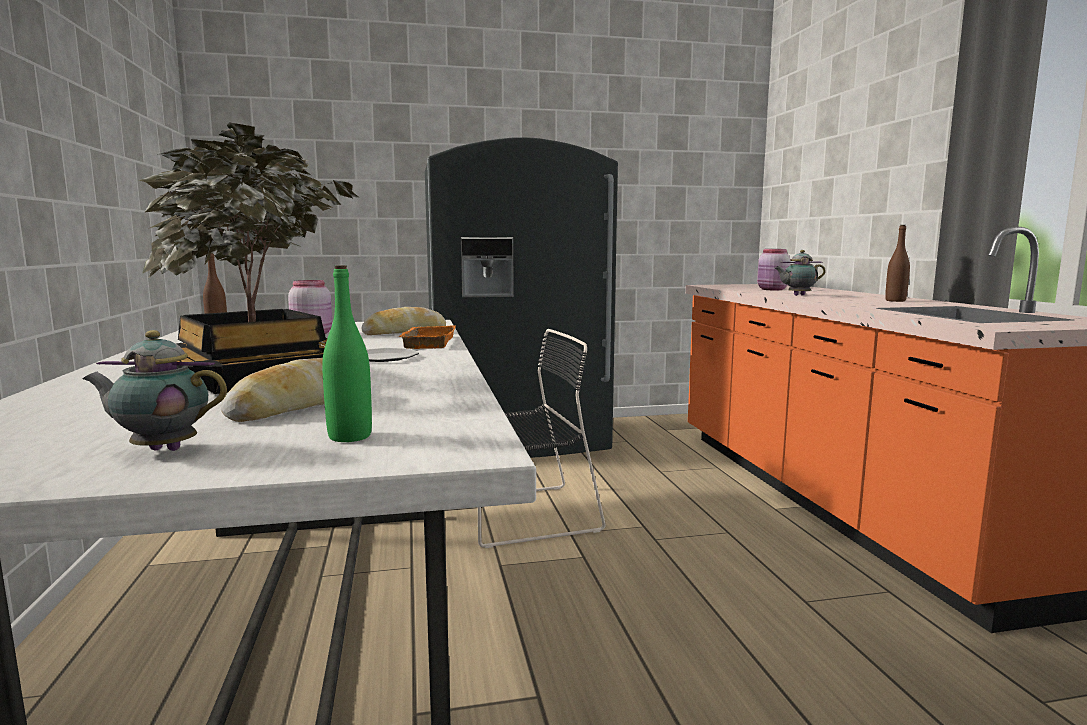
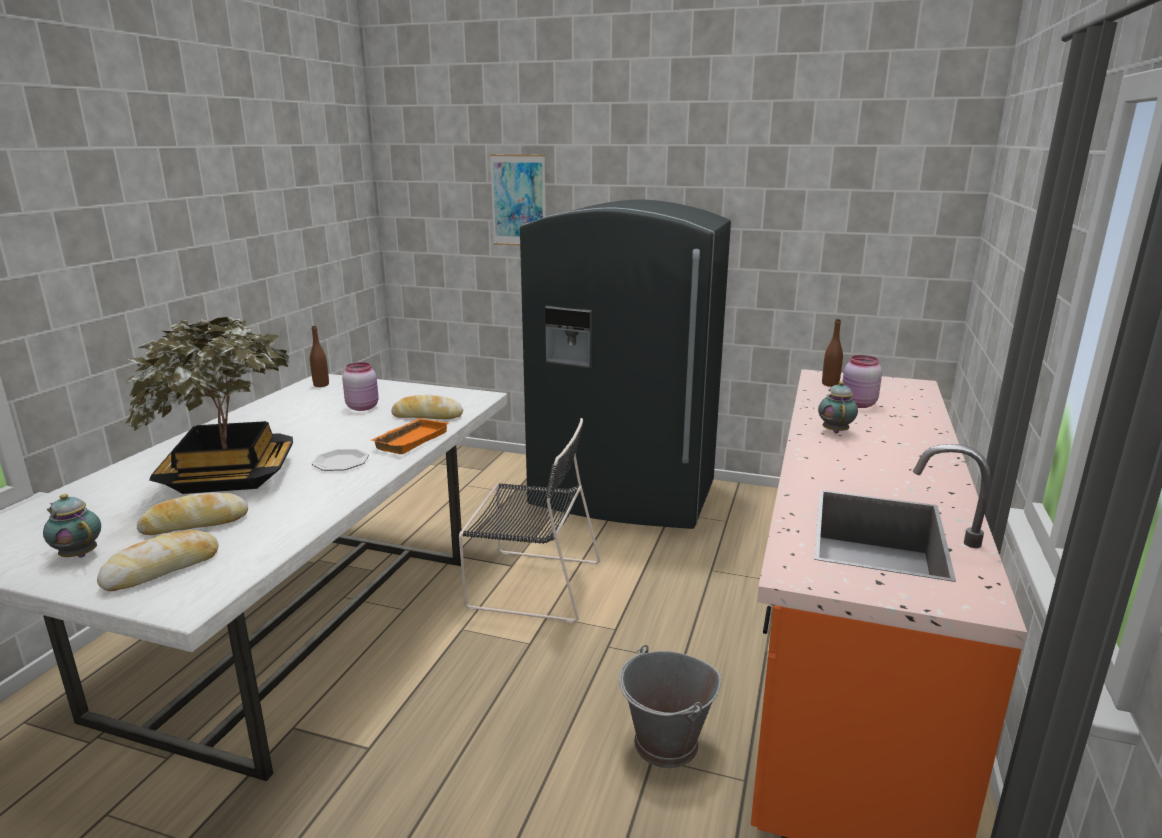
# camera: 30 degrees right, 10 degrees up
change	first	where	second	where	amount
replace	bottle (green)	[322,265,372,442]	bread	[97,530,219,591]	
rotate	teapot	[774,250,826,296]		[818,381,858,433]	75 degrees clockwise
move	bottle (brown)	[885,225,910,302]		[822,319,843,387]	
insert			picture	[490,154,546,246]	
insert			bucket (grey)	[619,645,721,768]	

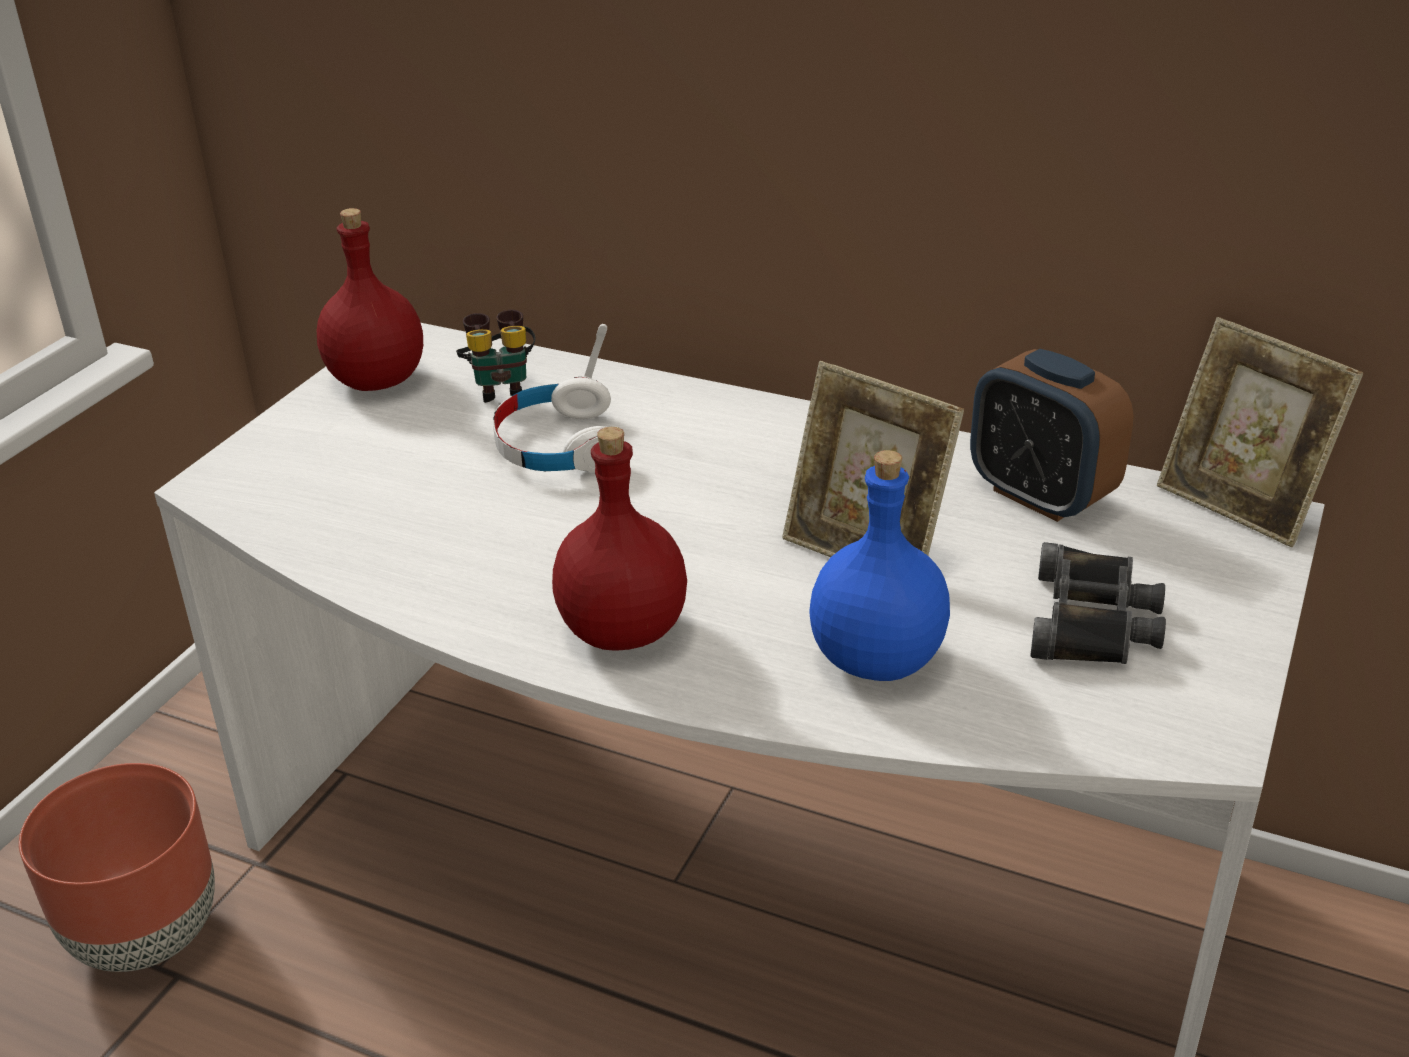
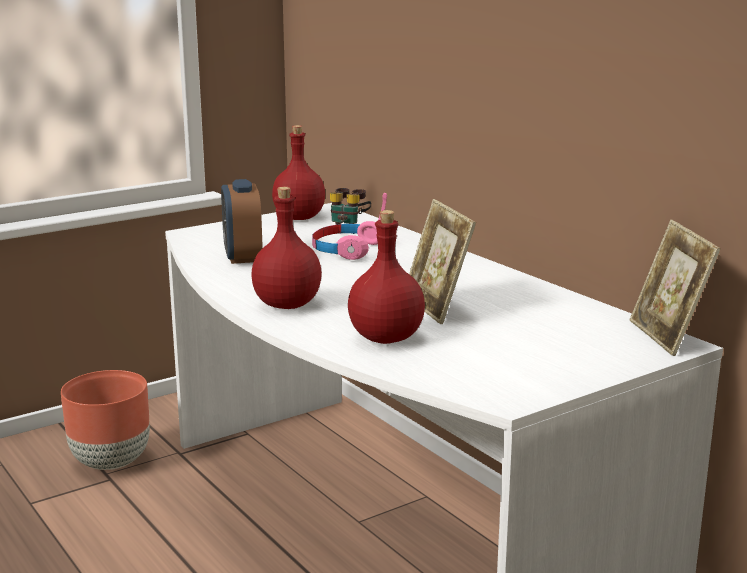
# camera: 30 degrees right, 15 degrees down
change	first	where	second	where	amount
recolor	headphones (white)	[493,324,611,472]	headphones (pink)	[312,193,387,260]	
recolor	bottle (blue)	[809,450,950,681]	bottle (red)	[348,210,425,344]	
move	alarm clock	[970,349,1133,522]		[221,179,263,264]	
delete	binoculars (black)	[1030,542,1166,664]			

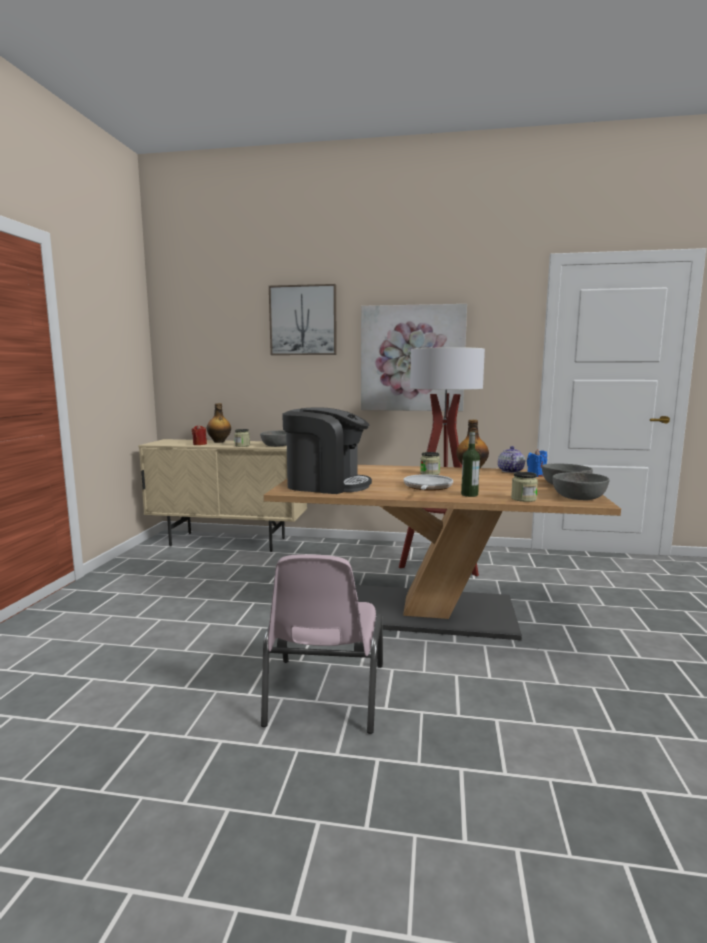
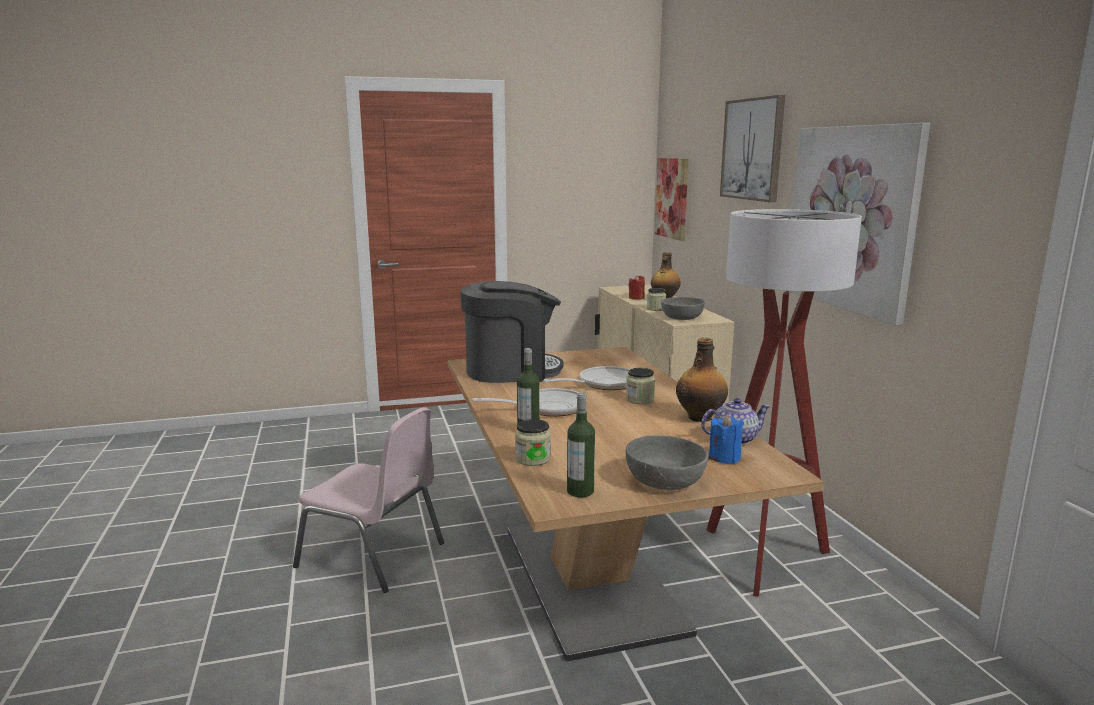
# camera: 65 degrees right, 5 degrees up
change	first	where	second	where	amount
rotate	chair (pink)	[261,554,383,734]		[293,407,444,593]	135 degrees counterclockwise
rotate	coffee machine	[282,407,372,494]		[461,281,564,383]	90 degrees counterclockwise
replace	bowl (grey)	[552,472,610,500]	bottle	[567,392,595,497]	
insert			frying pan	[543,366,630,390]	
insert			picture	[655,158,689,241]	

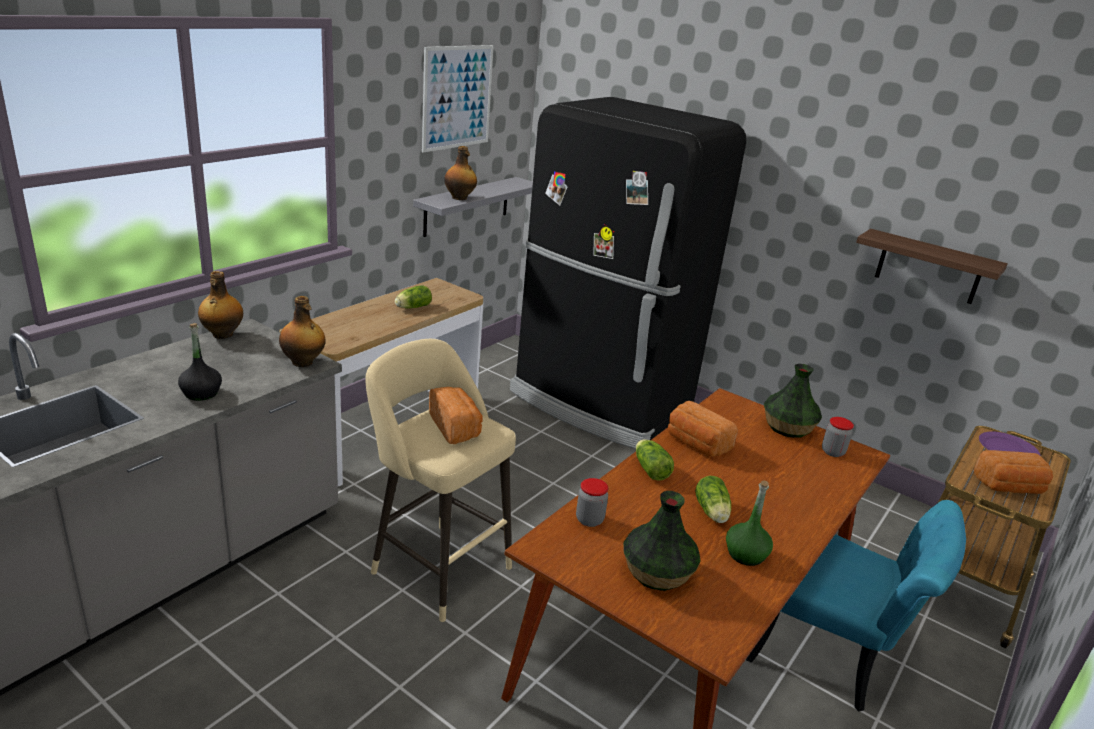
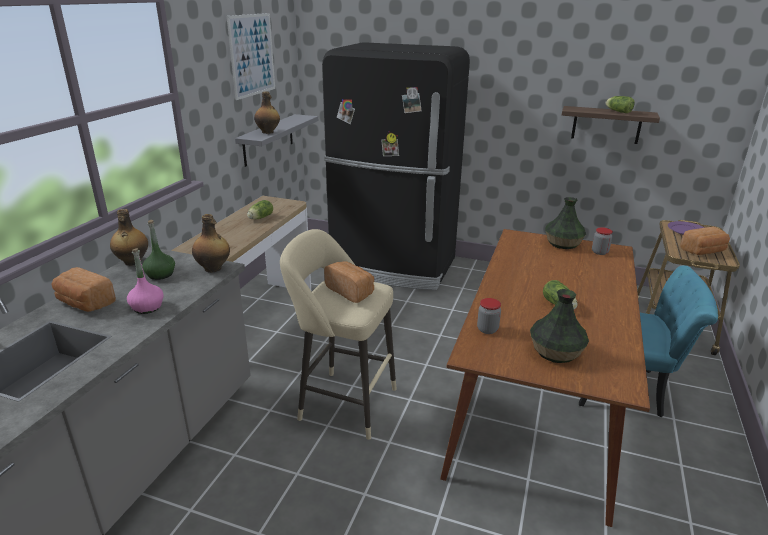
# camera: 15 degrees left, 0 degrees up
change	first	where	second	where	amount
recolor	bottle (black)	[178,323,222,401]	bottle (pink)	[127,248,164,314]	
move	lettuce	[636,439,674,481]		[605,96,635,113]	
move	bread	[667,401,738,456]		[52,267,116,312]	
move	bottle (green)	[726,480,773,566]		[142,220,175,280]	

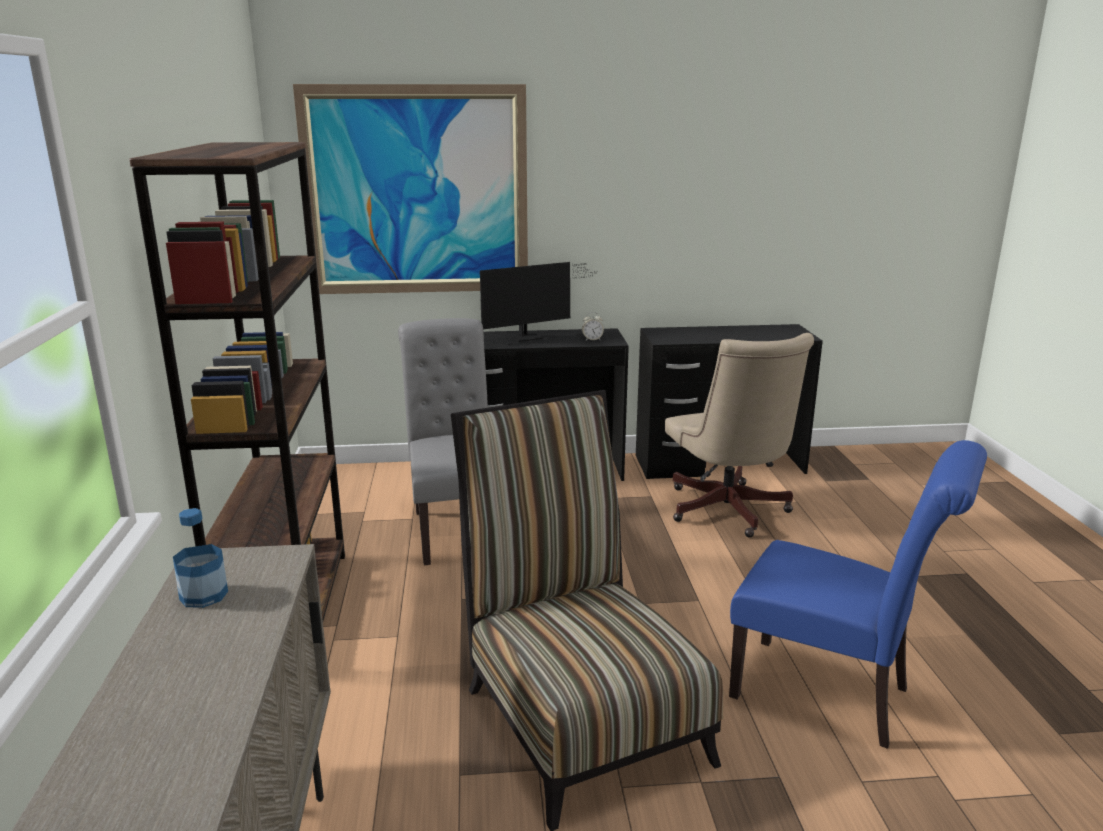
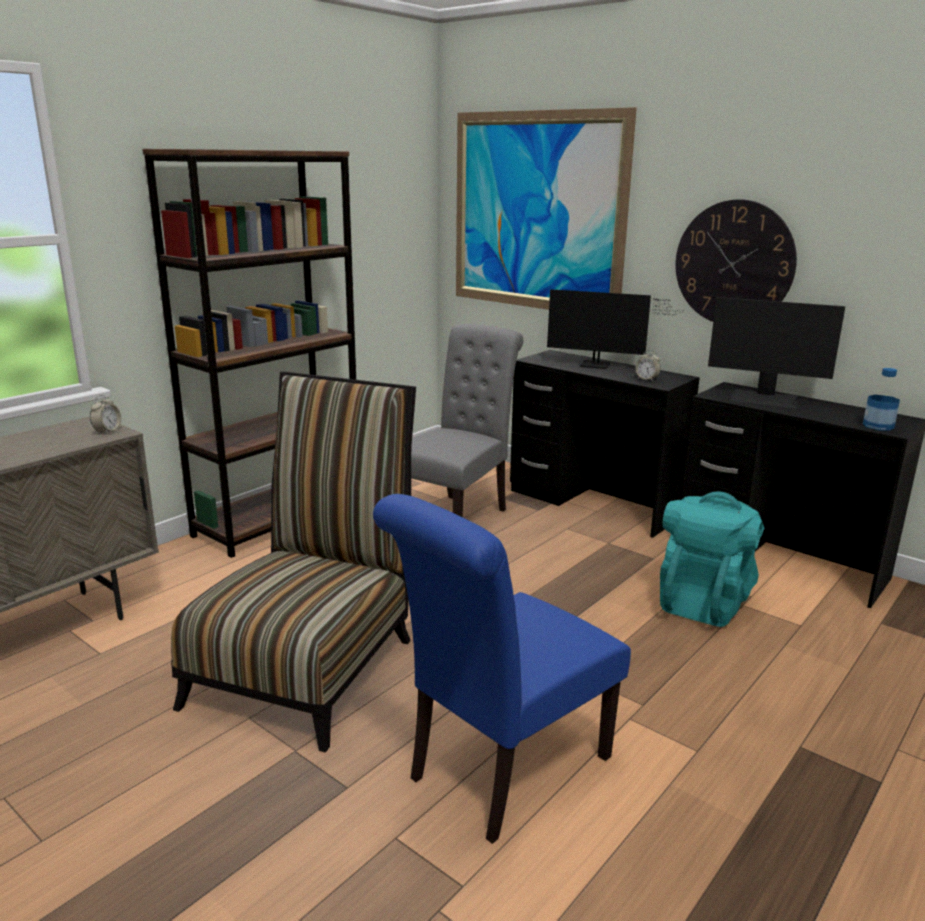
# camera: 45 degrees right, 0 degrees up
change	first	where	second	where	amount
move	bottle	[173,508,228,608]		[863,368,900,431]	
replace	office chair (beige)	[665,333,814,538]	backpack (turquoise)	[660,491,764,627]	
rotate	chair (blue)	[729,440,987,749]		[373,494,631,844]	60 degrees clockwise
insert			alarm clock	[90,395,121,435]	
insert			wall clock	[676,199,797,322]	
insert			monitor	[708,297,845,408]	

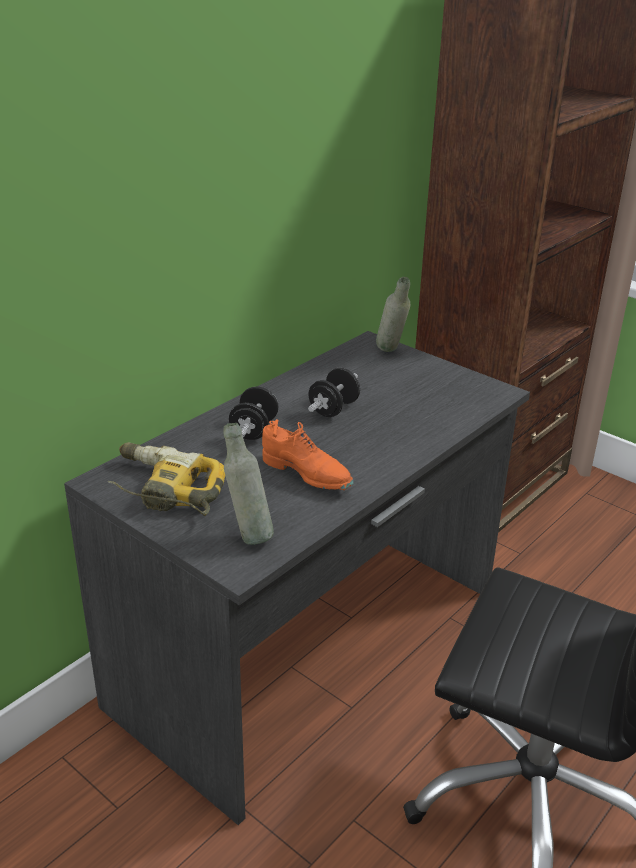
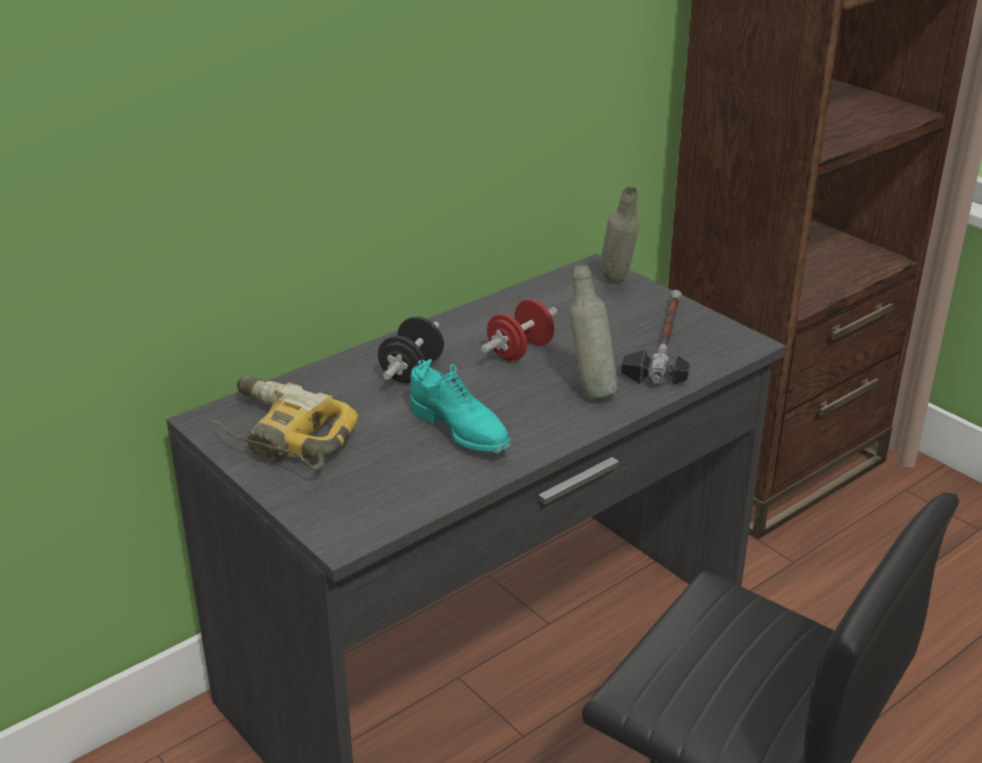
# camera: 10 degrees right, 0 degrees up
change	first	where	second	where	amount
move	bottle (grey)	[223,423,274,545]		[569,264,618,399]	
recolor	shoe (orange)	[262,419,354,490]	shoe (turquoise)	[410,359,512,454]	
recolor	dumbbell (black)	[308,368,360,417]	dumbbell (red)	[481,299,557,361]	
insert			hammer	[621,290,690,385]	

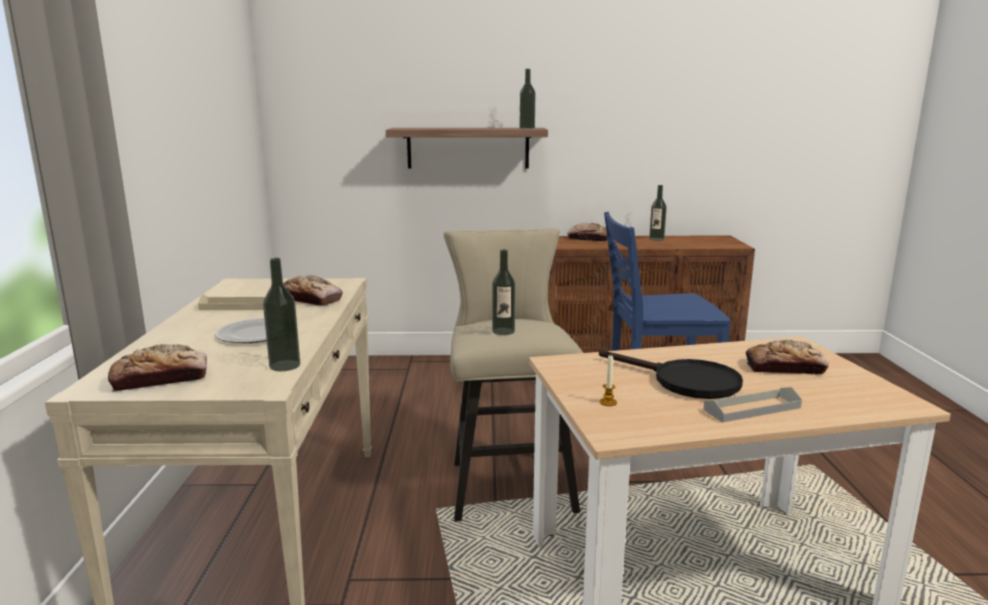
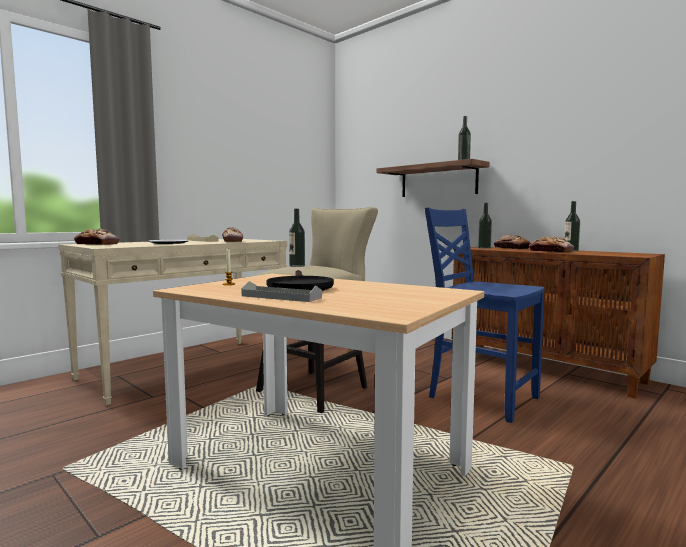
# camera: 45 degrees right, 10 degrees down
change	first	where	second	where	amount
move	bottle	[263,258,300,371]		[478,203,492,249]	
move	bread	[746,340,829,375]		[529,236,574,252]	

